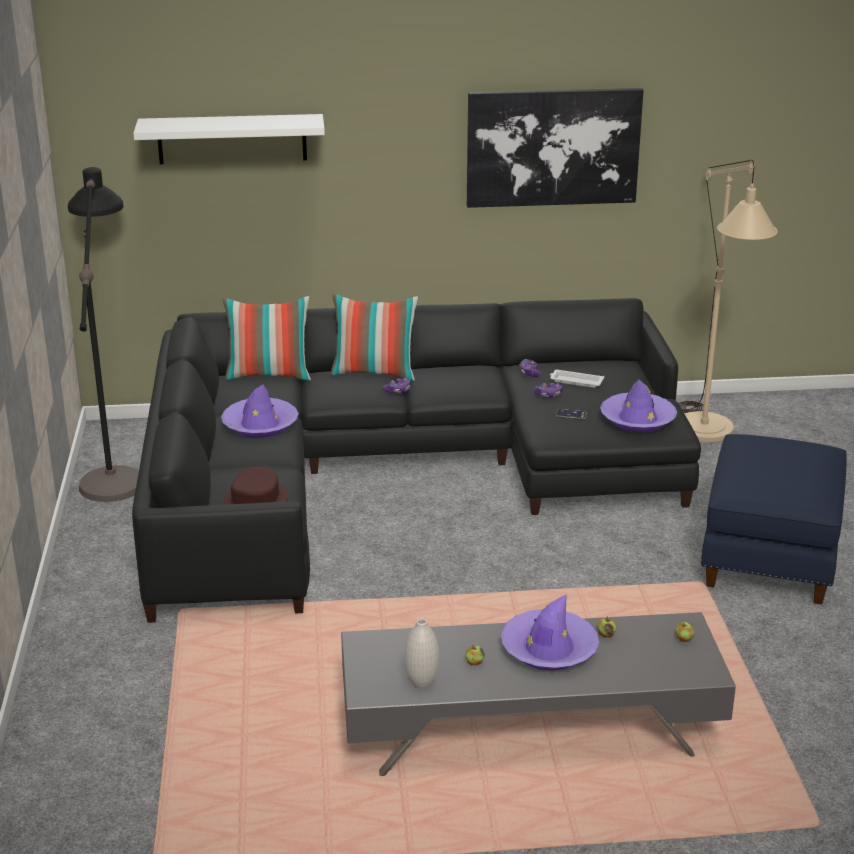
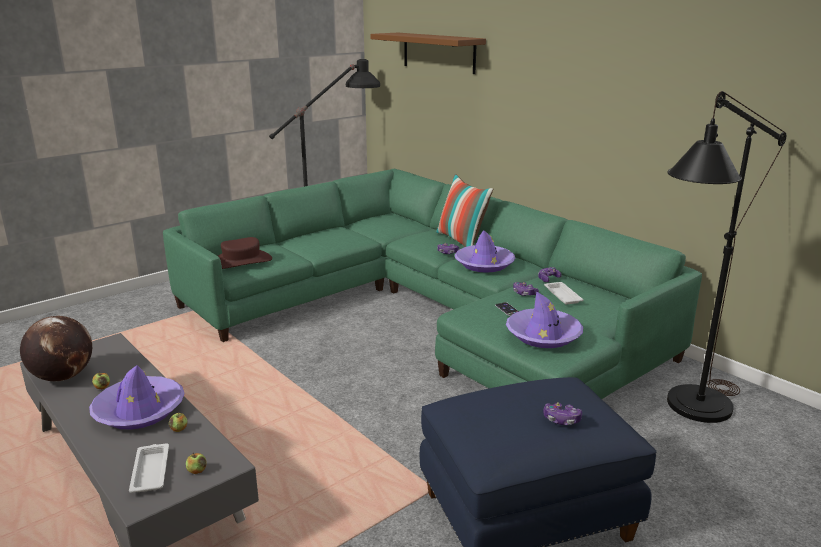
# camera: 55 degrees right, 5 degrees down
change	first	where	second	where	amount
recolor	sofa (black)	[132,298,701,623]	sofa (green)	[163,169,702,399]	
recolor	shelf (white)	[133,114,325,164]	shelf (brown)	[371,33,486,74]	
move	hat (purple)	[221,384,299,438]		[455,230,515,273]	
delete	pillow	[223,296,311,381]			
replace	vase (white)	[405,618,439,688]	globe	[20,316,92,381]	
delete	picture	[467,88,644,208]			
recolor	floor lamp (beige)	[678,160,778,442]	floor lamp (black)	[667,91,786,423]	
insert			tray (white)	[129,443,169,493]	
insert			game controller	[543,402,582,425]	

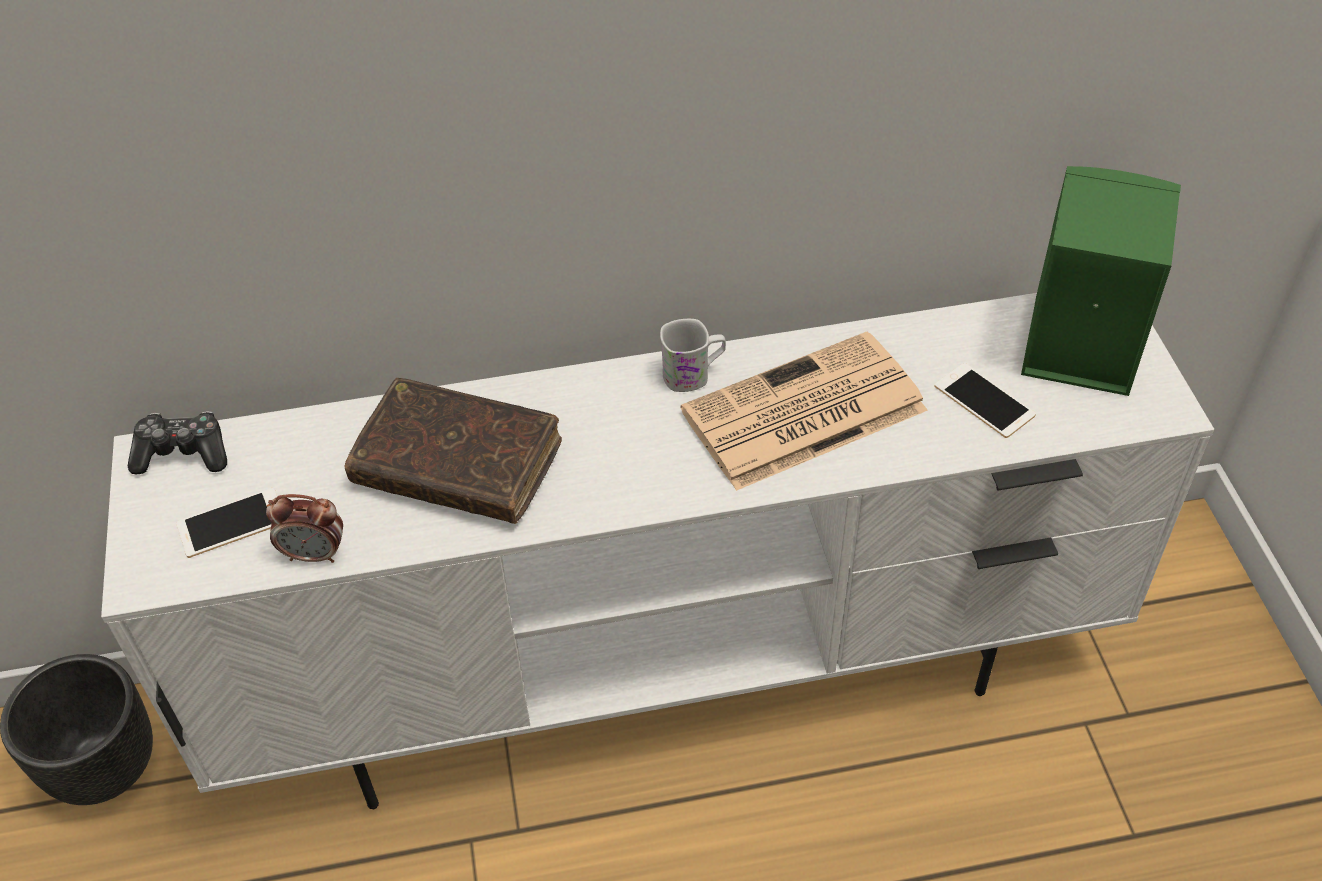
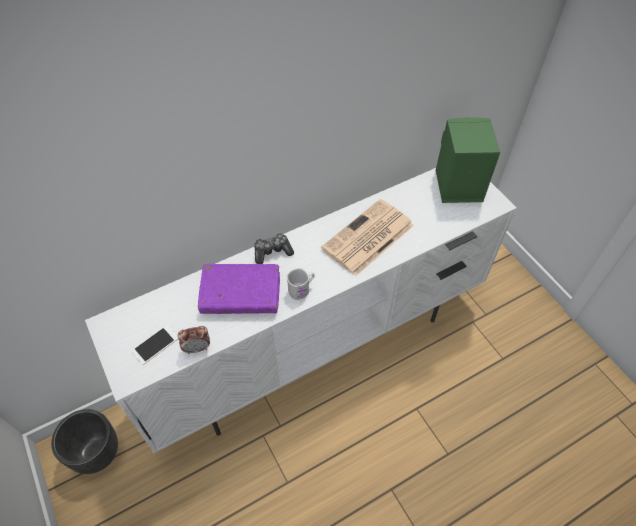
# camera: 20 degrees left, 5 degrees up
change	first	where	second	where	amount
move	game controller	[128,411,227,474]		[254,233,294,264]	
recolor	book (brown)	[344,378,562,524]	book (purple)	[198,264,280,314]	
move	mug (white)	[660,319,726,392]		[286,268,314,300]	
delete	phone	[934,363,1036,438]			

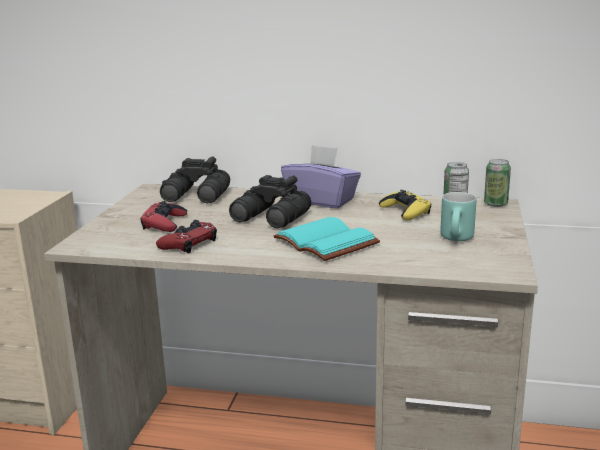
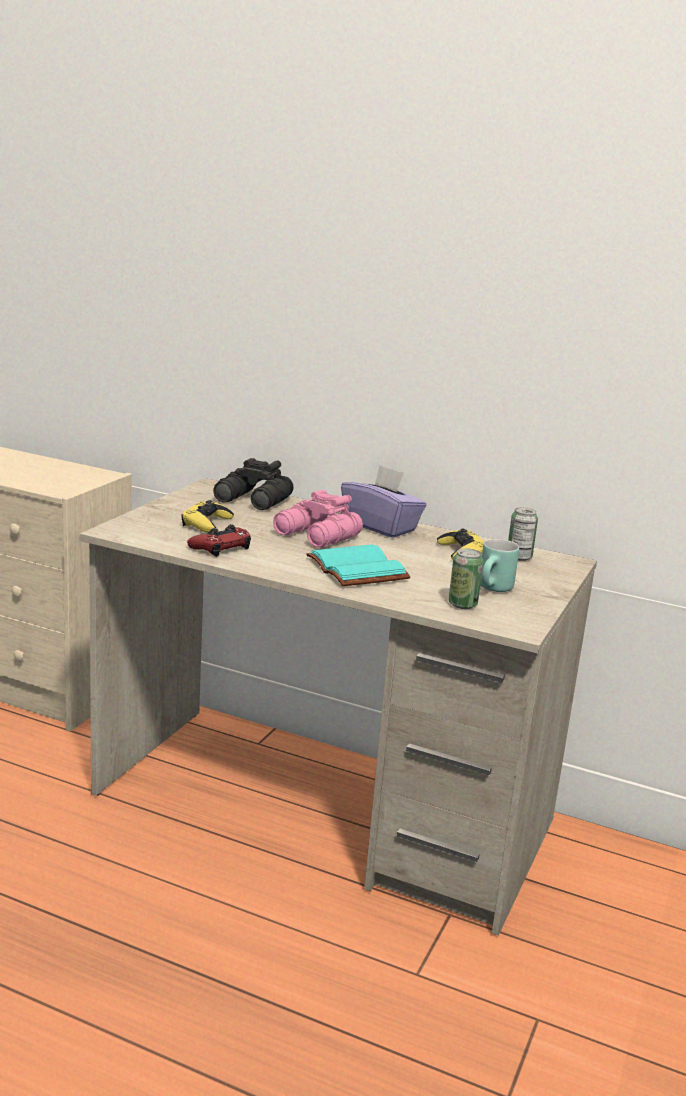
# camera: 10 degrees right, 0 degrees up
change	first	where	second	where	amount
recolor	game controller (red)	[140,201,187,232]	game controller (yellow)	[181,500,234,533]	
recolor	binoculars (black)	[229,175,311,228]	binoculars (pink)	[273,490,363,547]	
move	can	[484,159,511,207]		[448,548,483,609]	

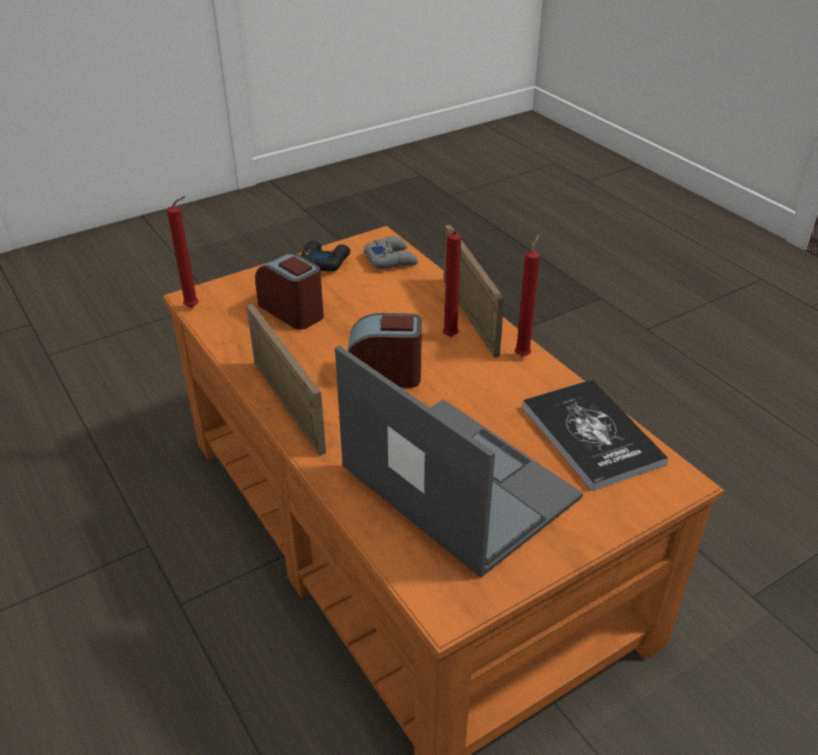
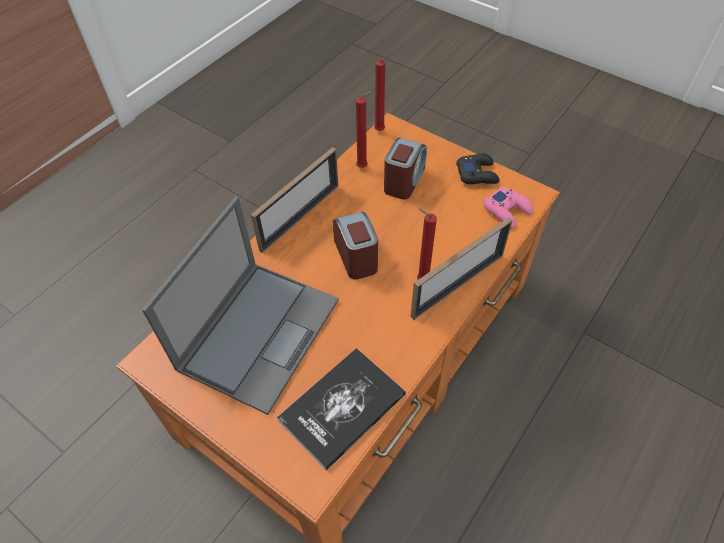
# camera: 70 degrees right, 15 degrees up
change	first	where	second	where	amount
recolor	game controller (grey)	[363,236,418,269]	game controller (pink)	[483,186,533,229]	
move	candle (red)	[515,235,540,357]		[356,92,371,168]	

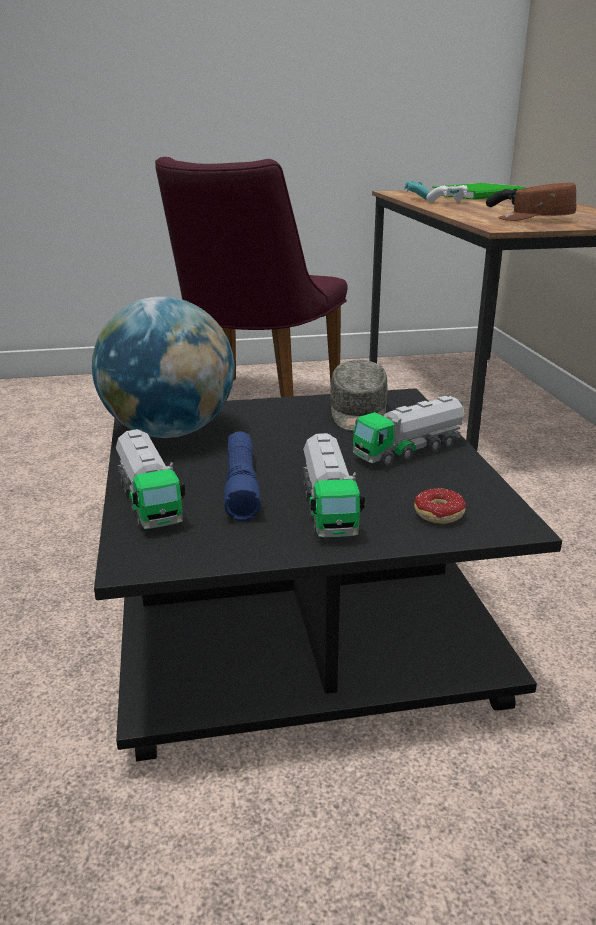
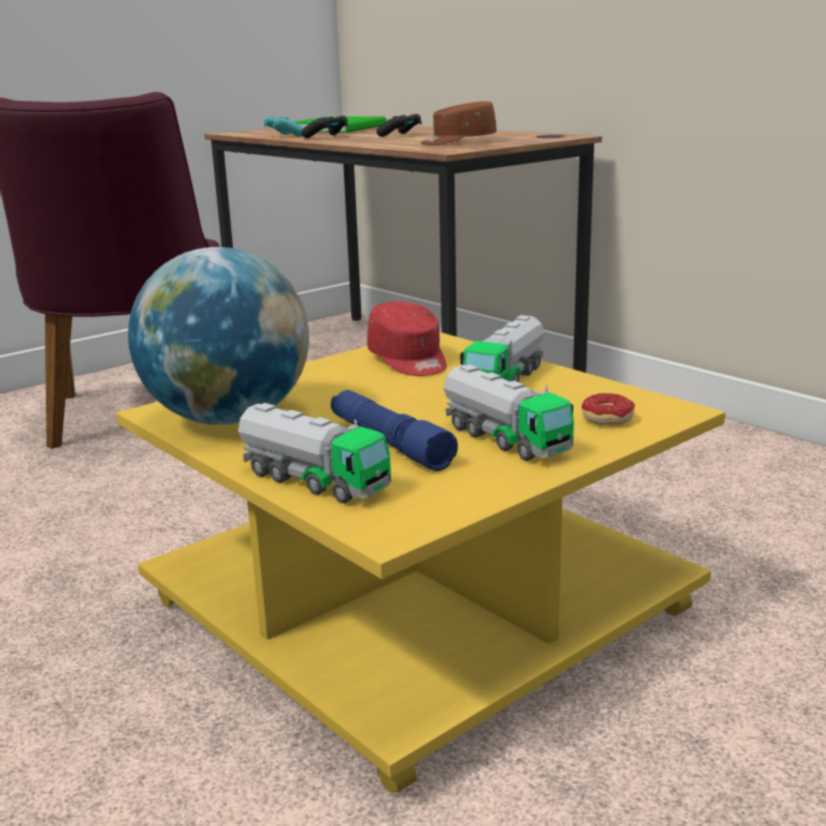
# camera: 30 degrees left, 5 degrees down
change	first	where	second	where	amount
recolor	coffee table (black)	[94,388,562,761]	coffee table (yellow)	[116,332,725,794]	
recolor	cap (grey)	[330,360,388,431]	cap (red)	[367,302,447,376]	
recolor	game controller (white)	[426,185,468,203]	game controller (black)	[302,116,348,138]	

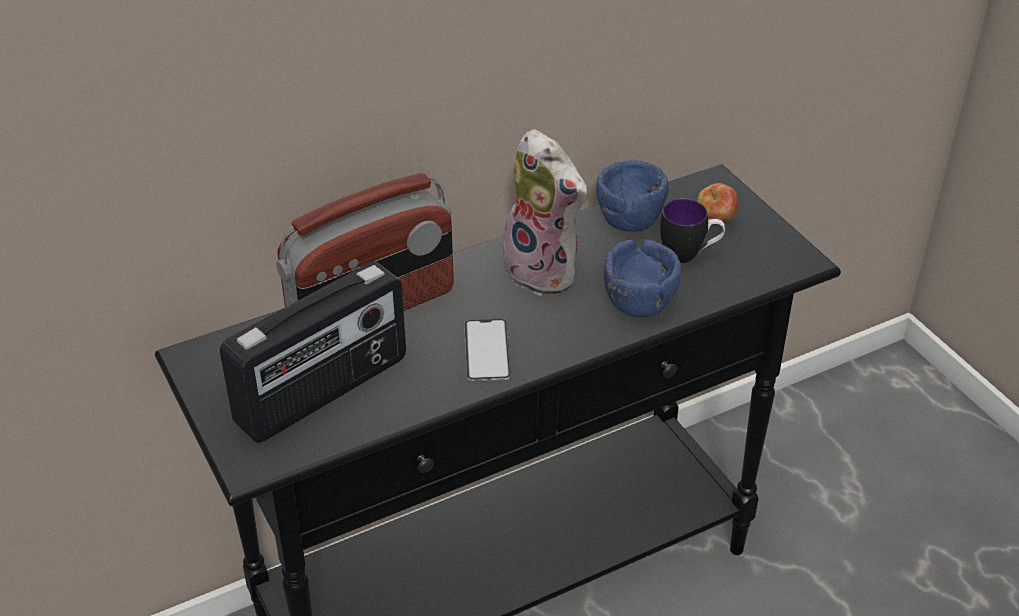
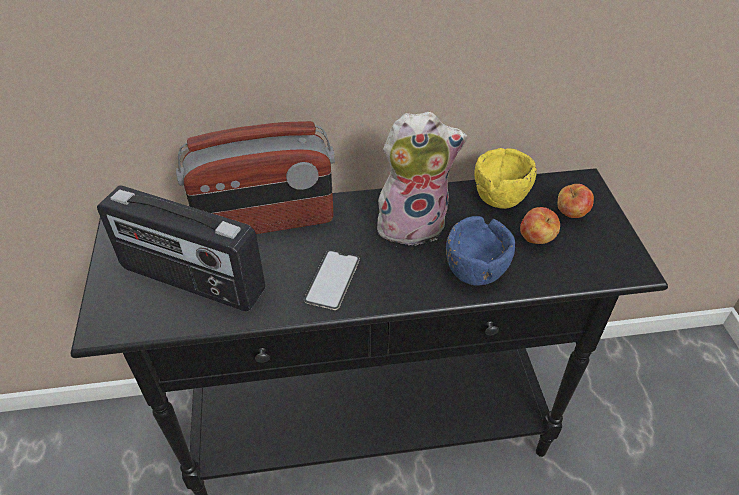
# camera: 20 degrees right, 5 degrees up
change	first	where	second	where	amount
rotate	radio	[220,261,406,443]		[97,186,265,311]	45 degrees clockwise
rotate	plush toy	[501,129,587,296]		[377,112,468,246]	75 degrees counterclockwise
recolor	bowl (blue)	[596,160,668,232]	bowl (yellow)	[474,148,537,209]	
replace	mug	[660,199,725,263]	apple	[520,207,560,244]	

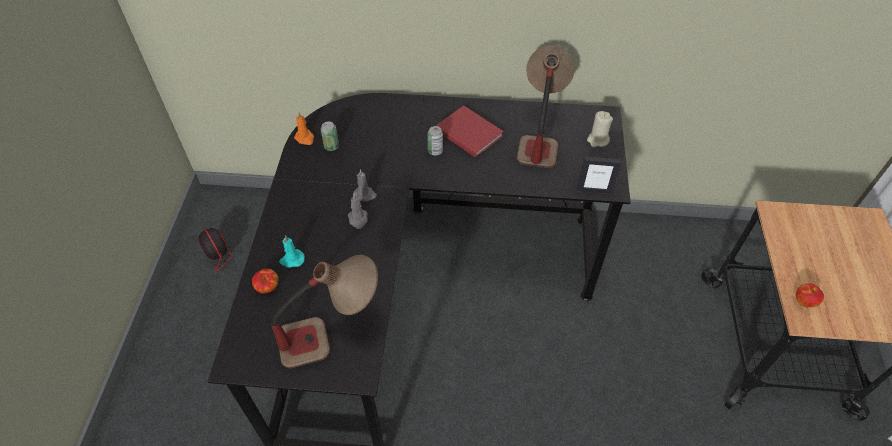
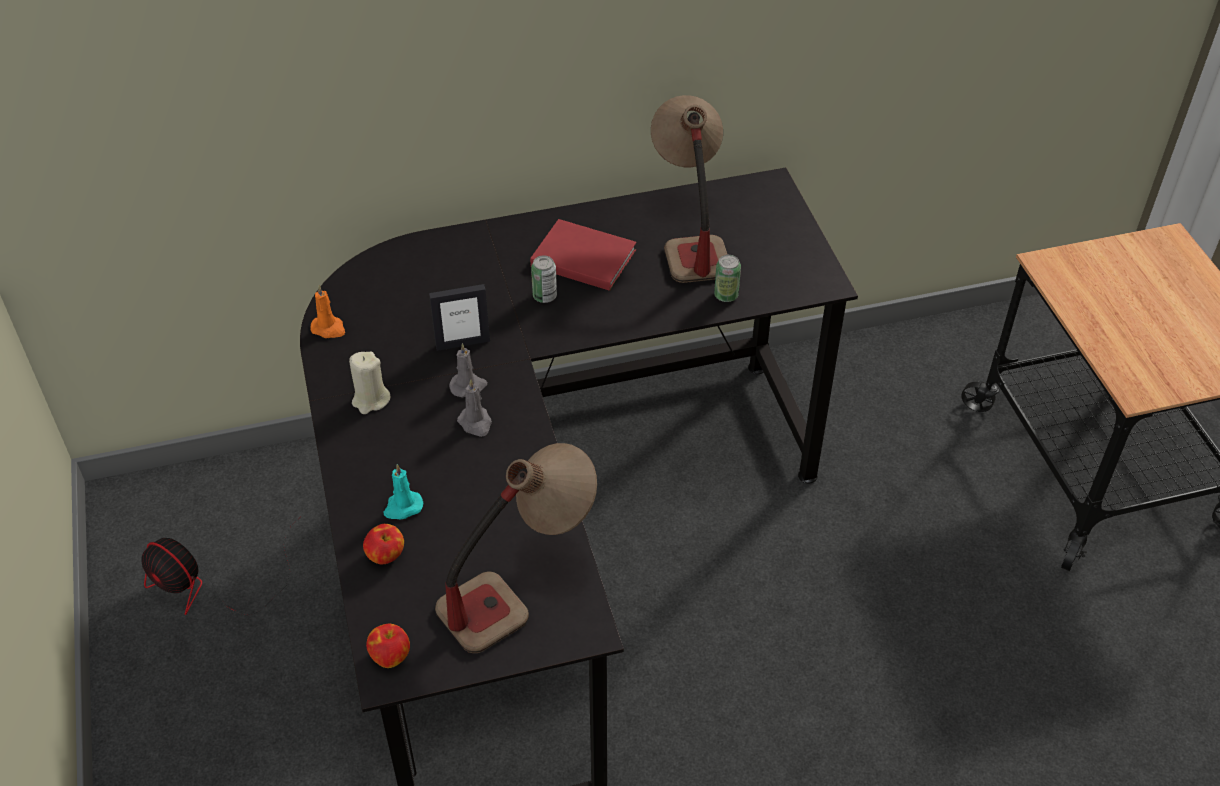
# camera: 20 degrees left, 5 degrees down
change	first	where	second	where	amount
move	can	[321,122,339,151]		[714,255,741,302]	
move	picture frame	[577,157,621,194]		[429,284,490,351]	
move	candle (beige)	[587,111,613,147]		[349,352,391,414]	
move	apple	[796,283,824,308]		[366,624,410,668]	

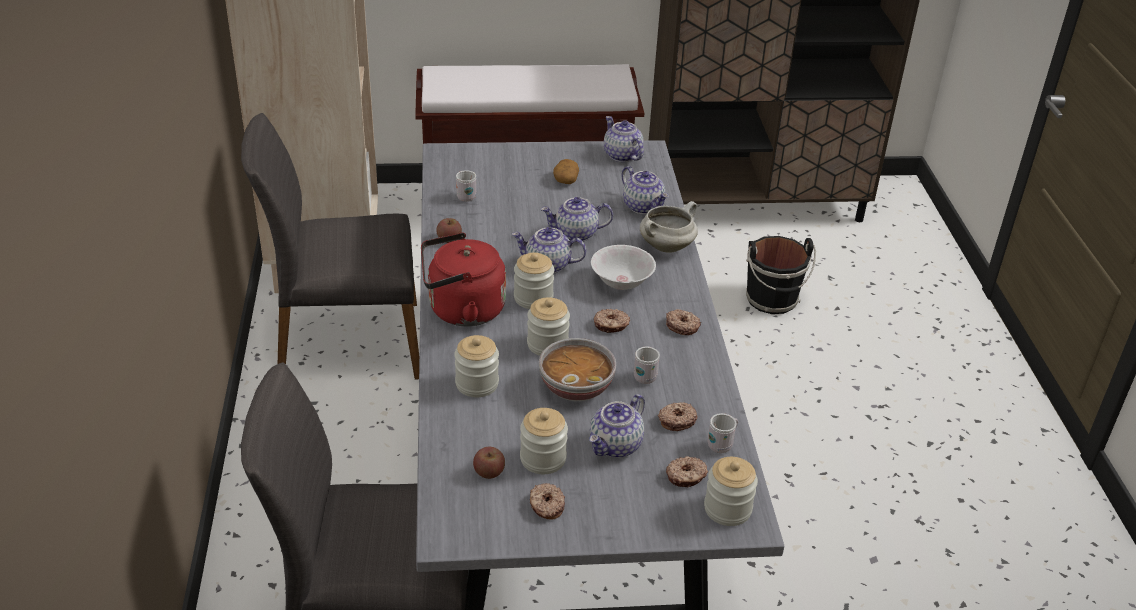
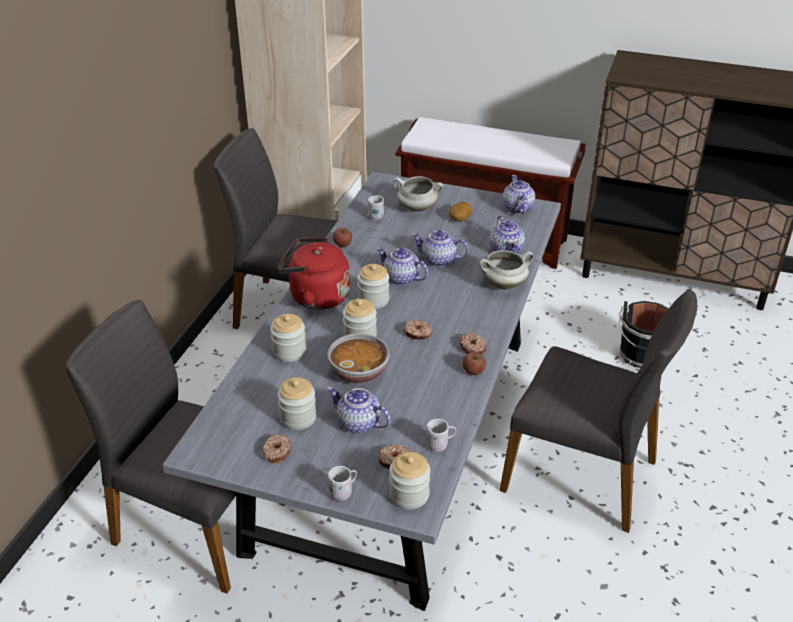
# camera: 25 degrees right, 0 degrees up
change	first	where	second	where	amount
move	apple	[473,447,505,479]		[463,352,486,375]	
rotate	teapot	[589,394,645,458]		[327,386,391,434]	60 degrees clockwise
delete	bowl (white)	[591,245,656,290]			
move	mug (white)	[634,346,660,384]		[328,466,357,501]	
delete	donut	[658,402,697,431]			
insert			cooking pot (white)	[393,176,443,212]	
insert			chair (grey)	[500,289,697,533]	

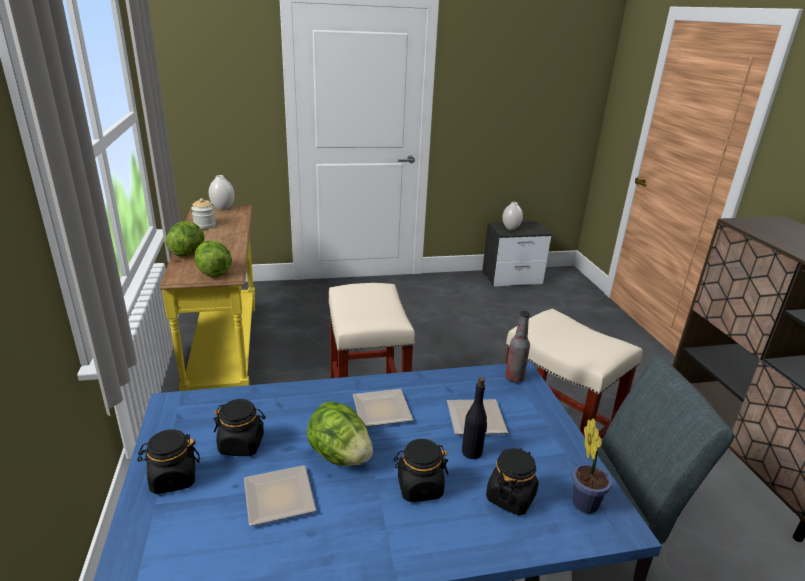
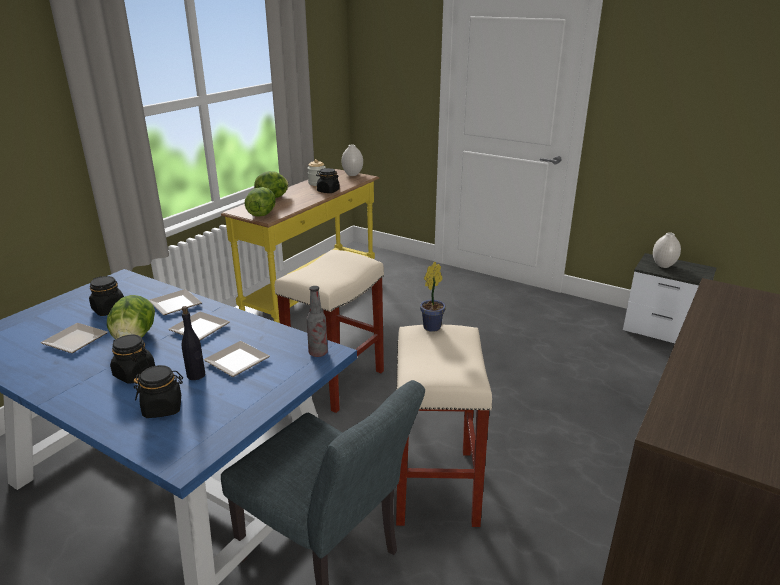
# camera: 45 degrees right, 0 degrees up
change	first	where	second	where	amount
move	jar (black)	[137,429,200,494]		[316,168,340,193]	
move	potted plant	[572,418,612,514]		[420,262,446,332]	
insert			plate	[148,289,202,315]	

